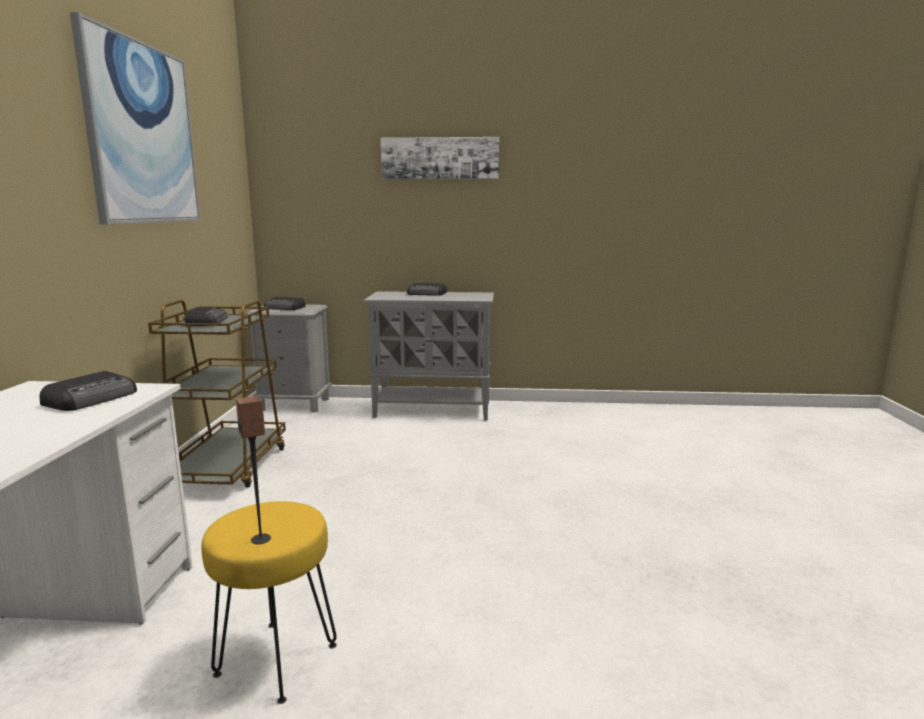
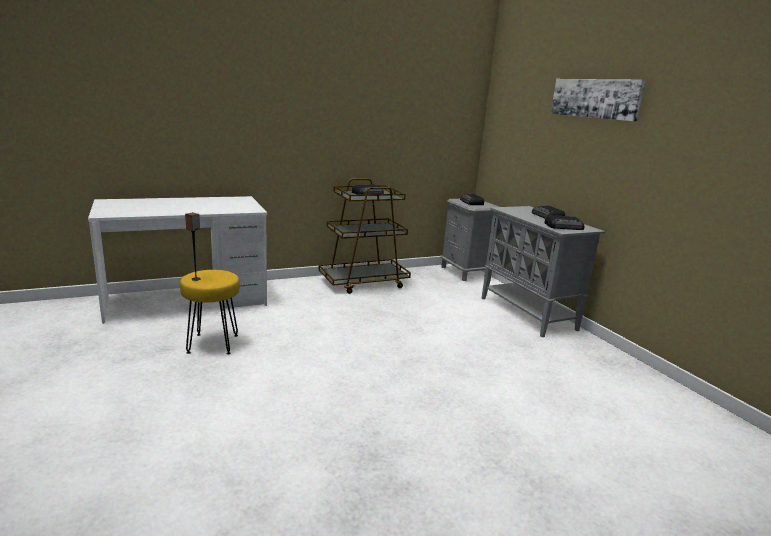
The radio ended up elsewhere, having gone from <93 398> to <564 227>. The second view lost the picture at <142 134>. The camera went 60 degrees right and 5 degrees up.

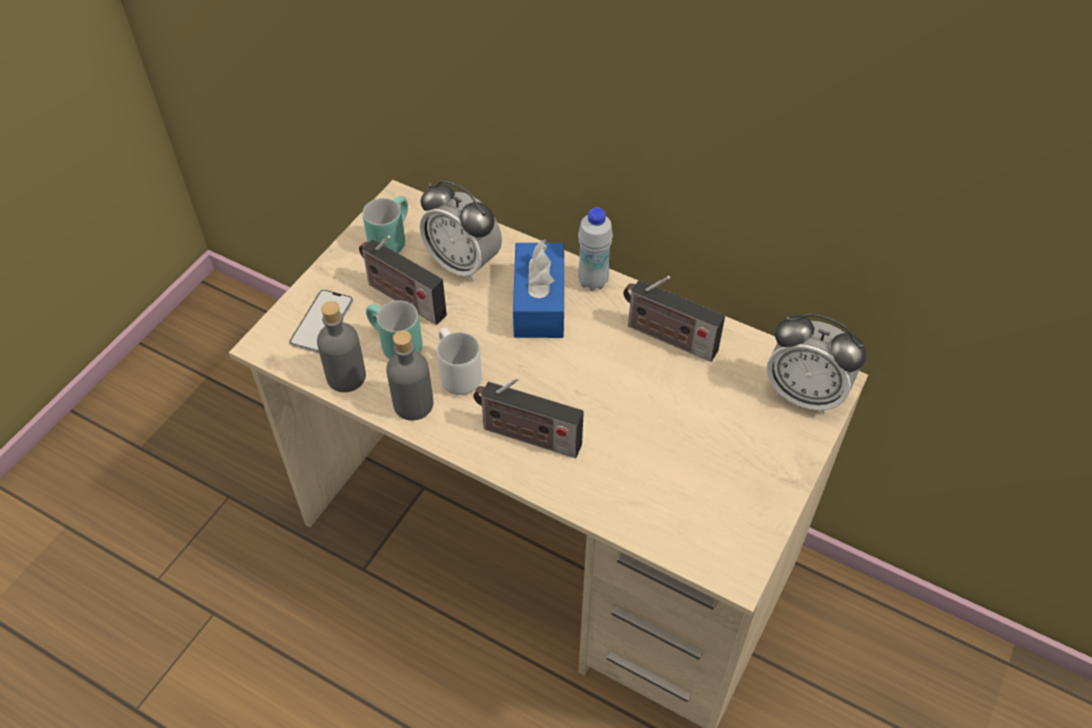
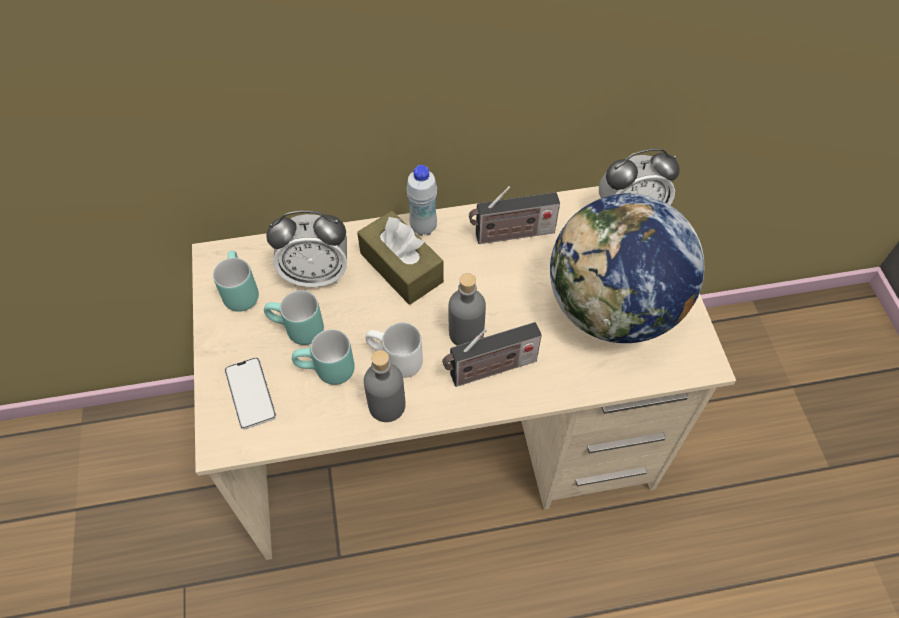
The bottle in grey ended up elsewhere, having gone from <346 376> to <466 333>. Where the radio stood at <402 298>, the mug in turquoise came to stand at <296 331>. What was the tissue box in blue at <539 303> turned into the tissue box in brown at <401 267>. The second view gained the globe at <613 310>. The camera went 40 degrees left and 5 degrees up.

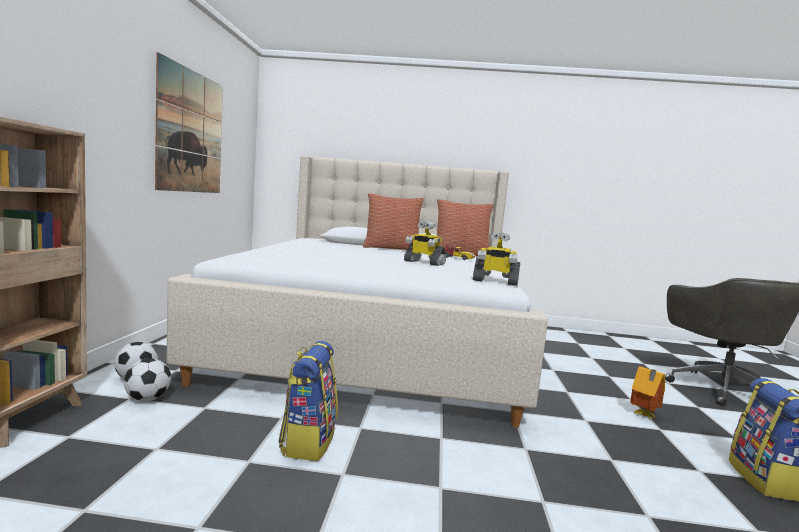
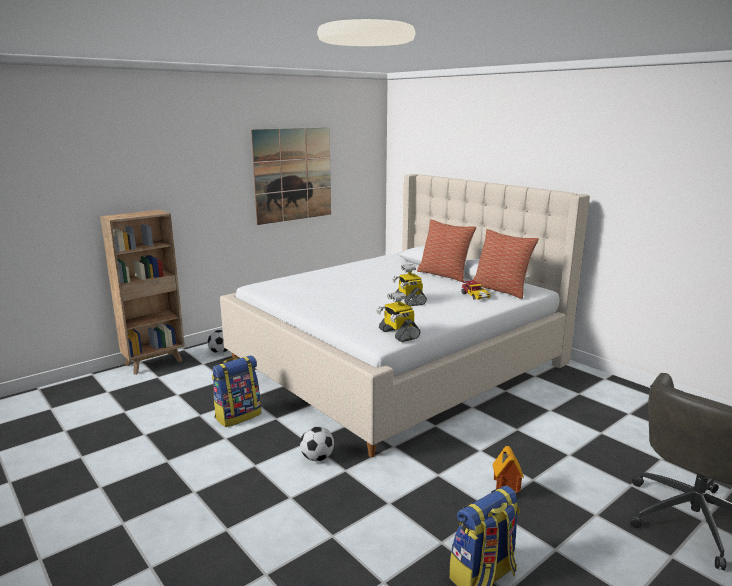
The football ended up elsewhere, having gone from <147 399> to <317 458>. The camera went 45 degrees right and 10 degrees up.

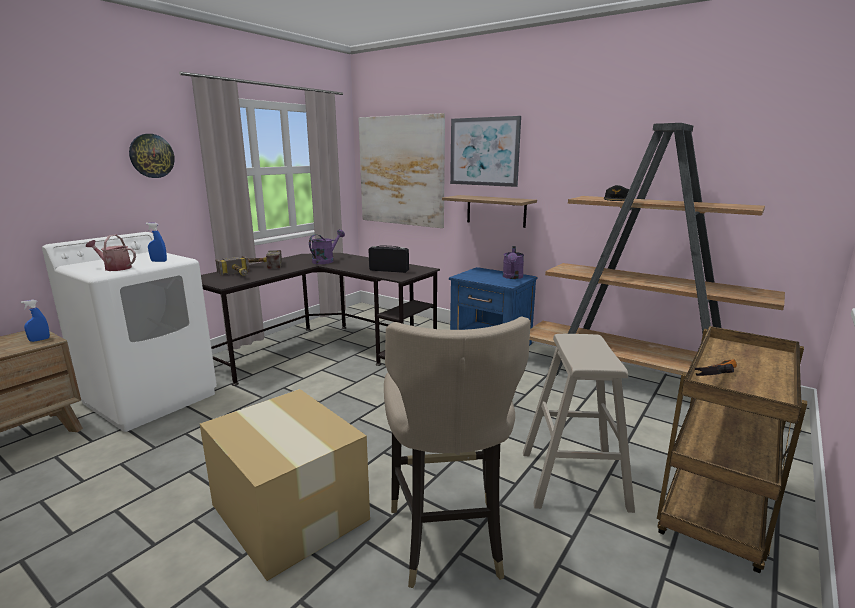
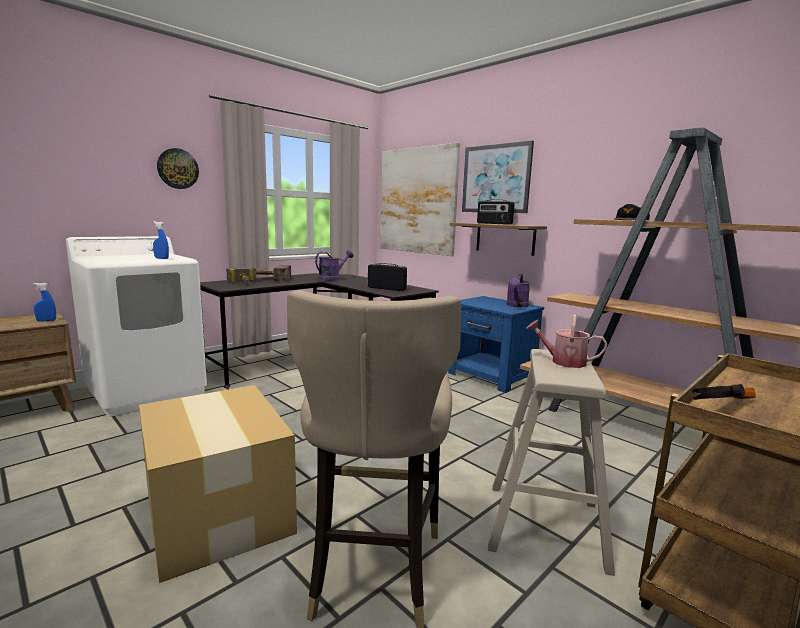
The watering can ended up elsewhere, having gone from <115 268> to <563 361>. The second view gained the radio at <494 223>. The camera went 10 degrees right and 5 degrees down.

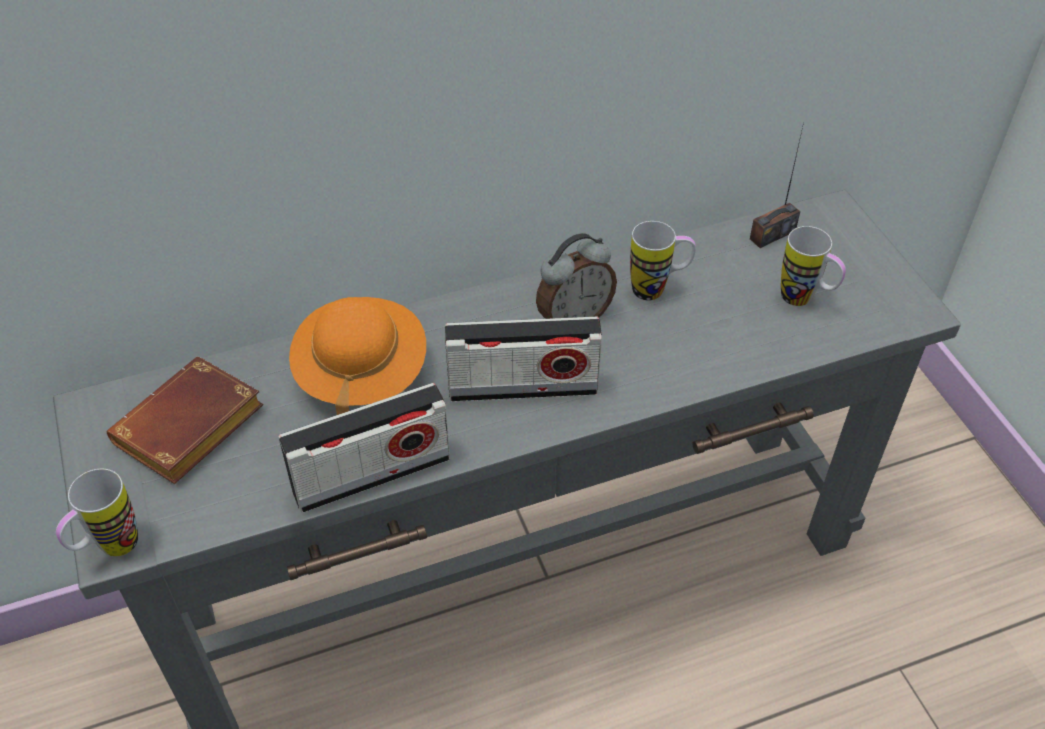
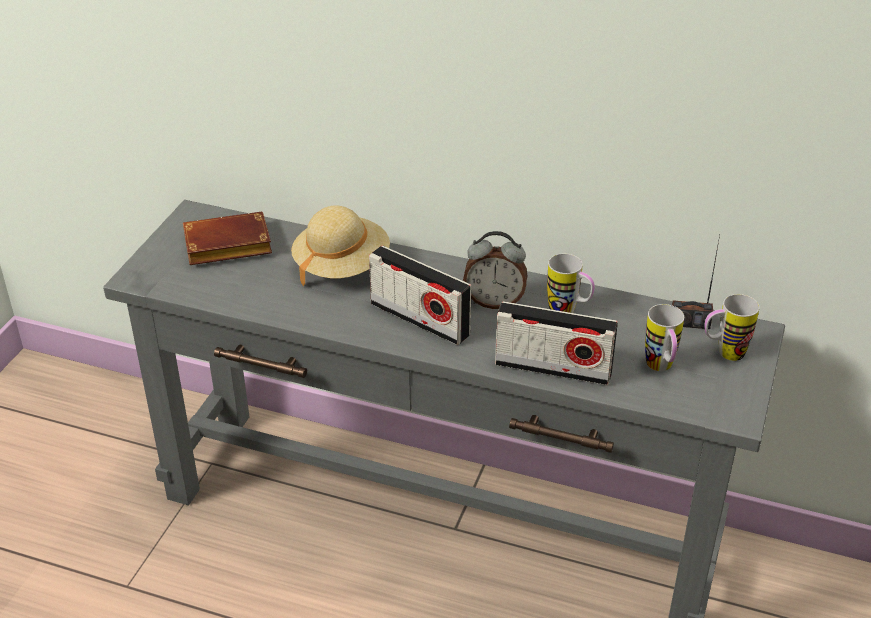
The mug ended up elsewhere, having gone from <109 550> to <723 354>. The radio ended up elsewhere, having gone from <372 475> to <553 368>. What was the hat in orange at <361 372> turned into the hat in beige at <341 266>. The camera went 40 degrees right and 10 degrees down.

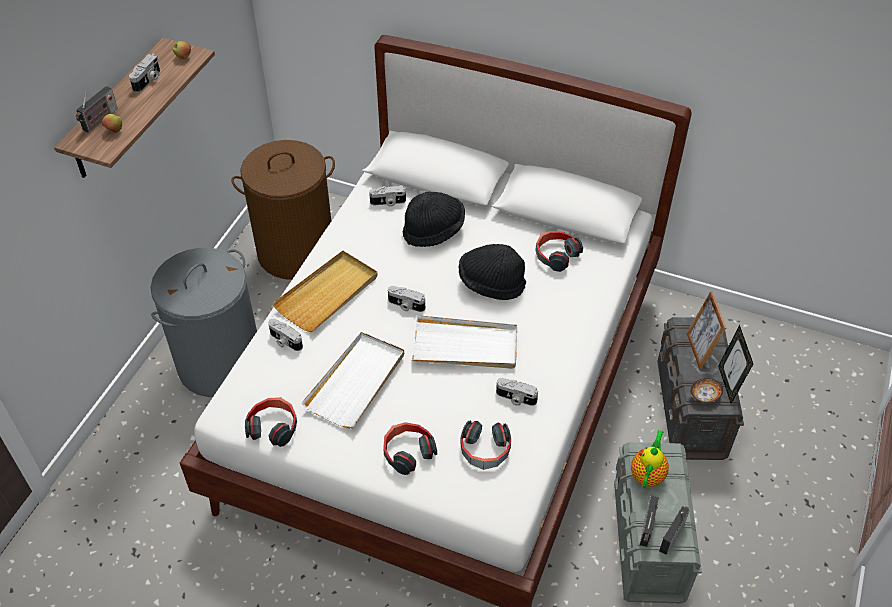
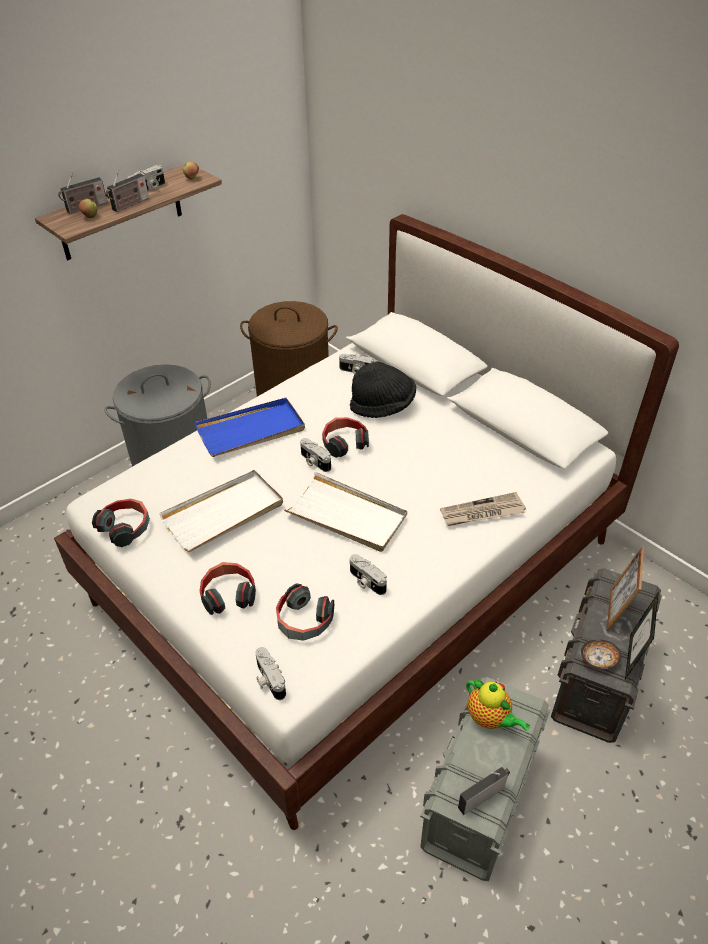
The photo camera ended up elsewhere, having gone from <284 341> to <269 680>. What was the tray in beige at <327 294> turned into the tray in blue at <251 430>. The second view lost the hat in black at <491 283>. The headphones ended up elsewhere, having gone from <556 255> to <344 443>. The teapot at <648 474> ended up facing another way, 90 degrees clockwise from before. The radio ended up elsewhere, having gone from <647 529> to <129 205>. The second view gained the newspaper at <482 512>. The camera went 25 degrees right and 5 degrees down.

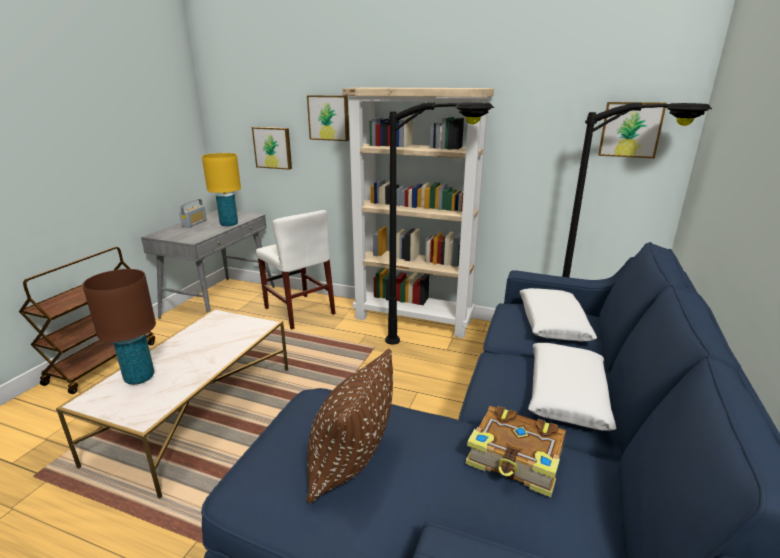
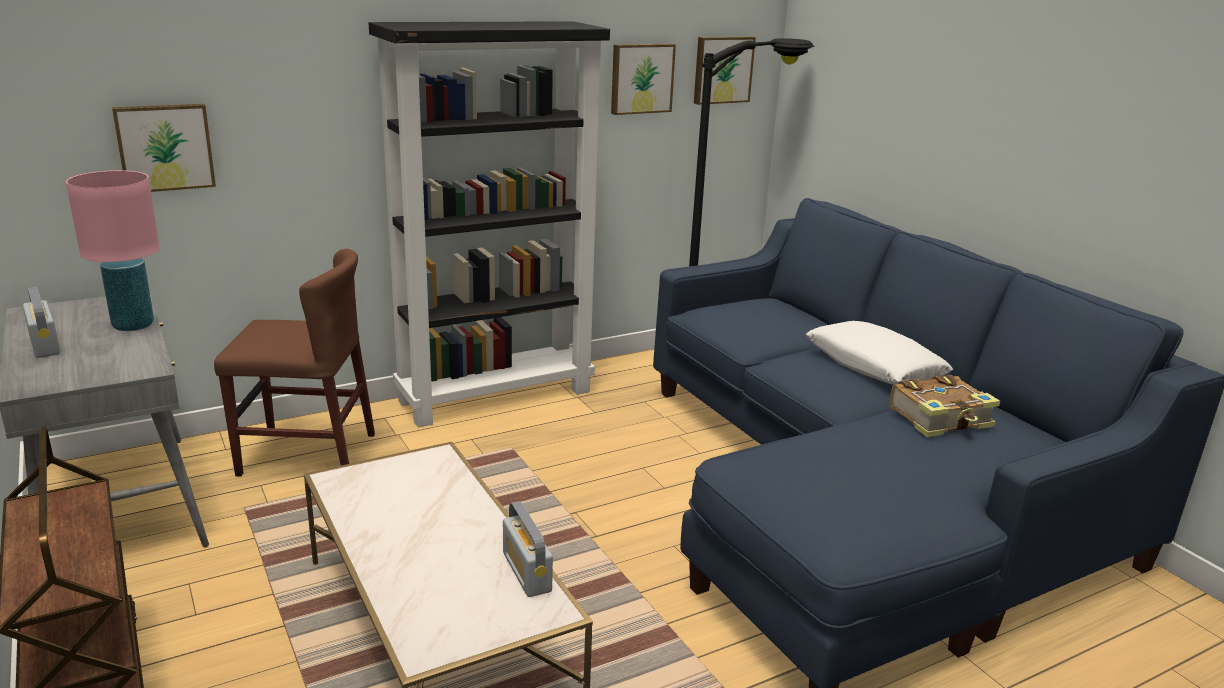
The second view lost the table lamp in brown at <139 378>. What was the table lamp in yellow at <229 224> turned into the table lamp in pink at <133 325>. What was the chair in white at <299 311> turned into the chair in brown at <307 454>. The second view lost the pillow in brown at <351 463>. The picture ended up elsewhere, having gone from <329 118> to <641 78>. What was the bookcase in beige at <414 319> turned into the bookcase in black at <496 395>. The second view lost the floor lamp in black at <438 348>. The second view lost the pillow in white at <552 323>. The second view gained the radio at <527 572>. The camera went 50 degrees left and 0 degrees up.

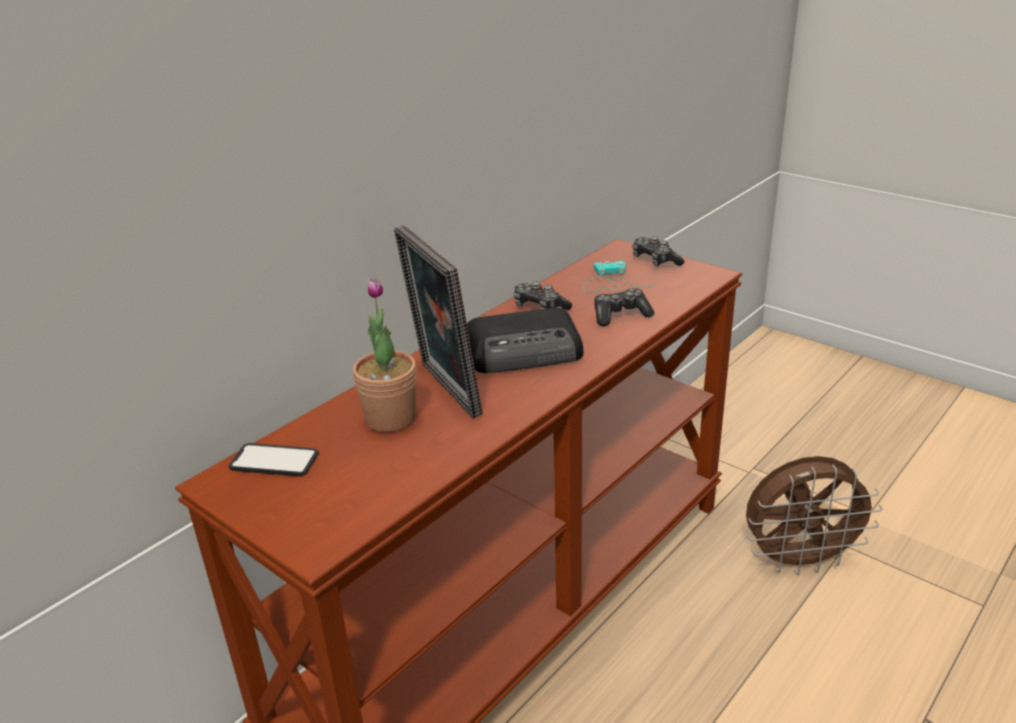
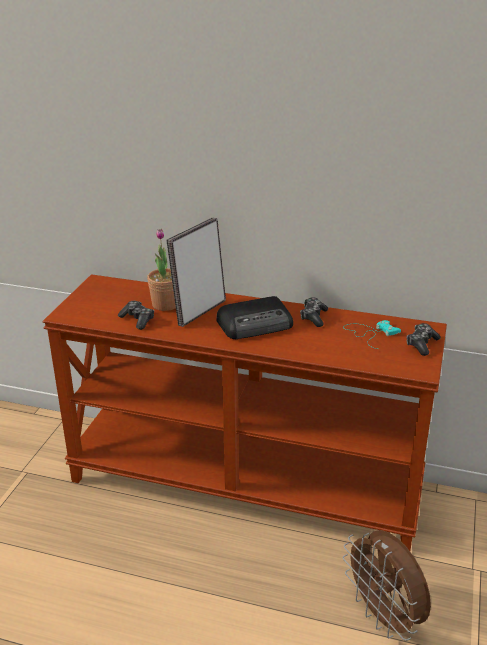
The second view lost the phone at <274 461>. The radio at <525 351> ended up facing another way, 75 degrees counterclockwise from before. The game controller ended up elsewhere, having gone from <620 315> to <137 320>. The camera went 65 degrees right and 0 degrees up.

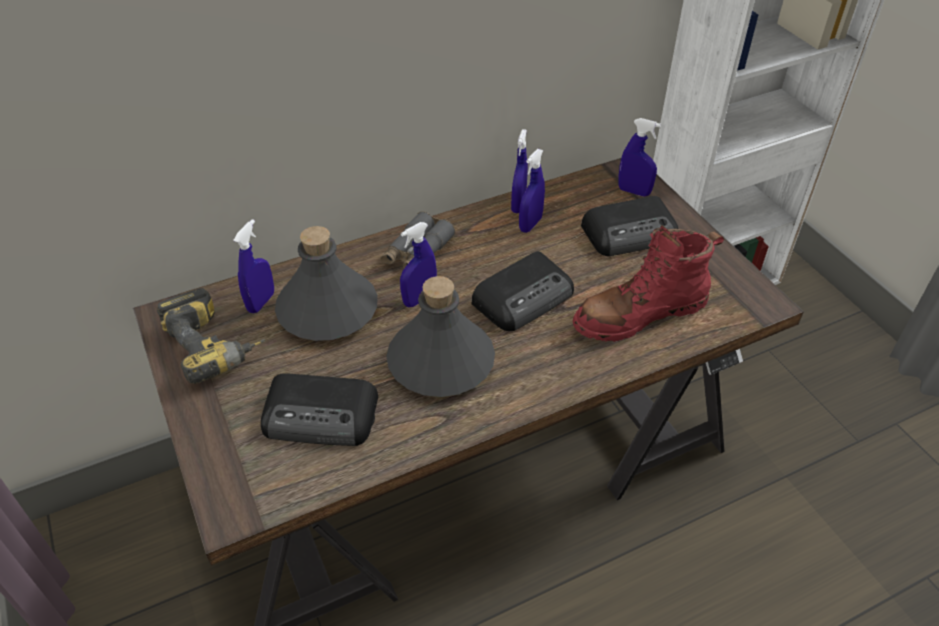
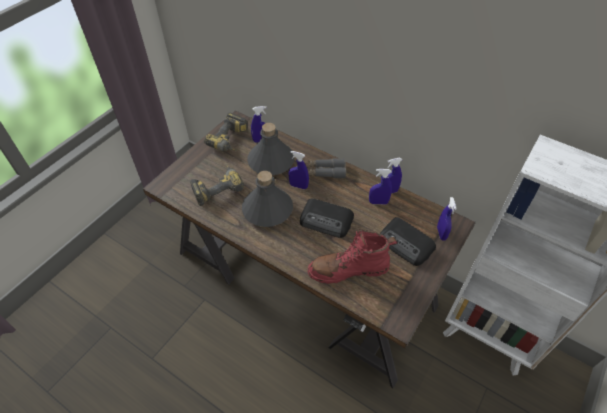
Where the radio stood at <322 416>, the power drill came to stand at <217 187>. The boot in red at <639 314> ended up facing another way, 45 degrees counterclockwise from before. The camera went 60 degrees right and 5 degrees up.

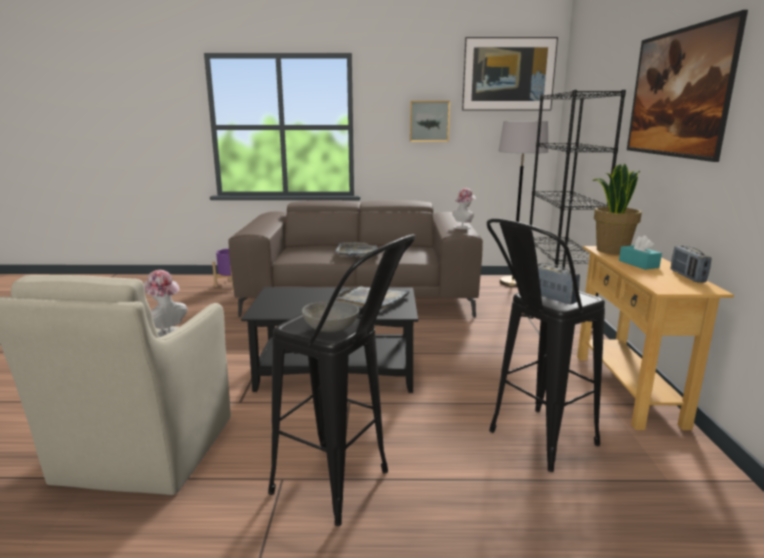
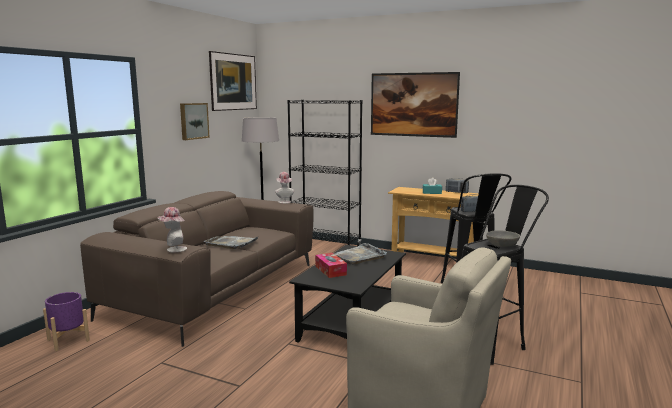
The hat ended up elsewhere, having gone from <166 333> to <174 249>. The second view lost the potted plant at <611 250>. The second view gained the tissue box at <330 270>. The camera went 65 degrees left and 5 degrees down.

